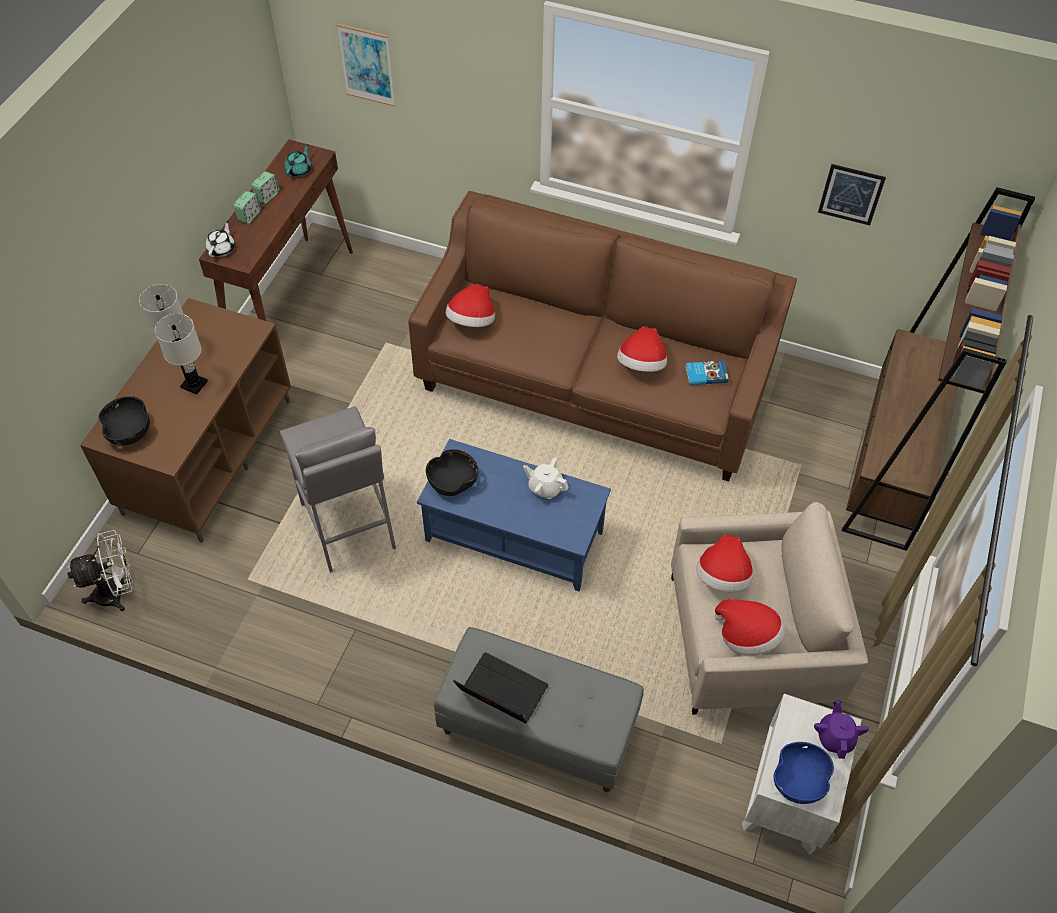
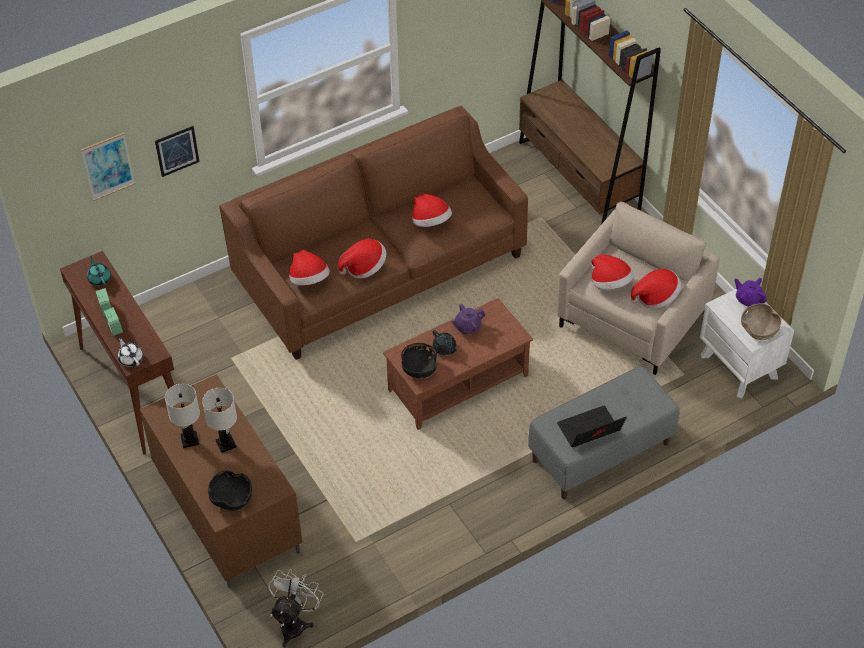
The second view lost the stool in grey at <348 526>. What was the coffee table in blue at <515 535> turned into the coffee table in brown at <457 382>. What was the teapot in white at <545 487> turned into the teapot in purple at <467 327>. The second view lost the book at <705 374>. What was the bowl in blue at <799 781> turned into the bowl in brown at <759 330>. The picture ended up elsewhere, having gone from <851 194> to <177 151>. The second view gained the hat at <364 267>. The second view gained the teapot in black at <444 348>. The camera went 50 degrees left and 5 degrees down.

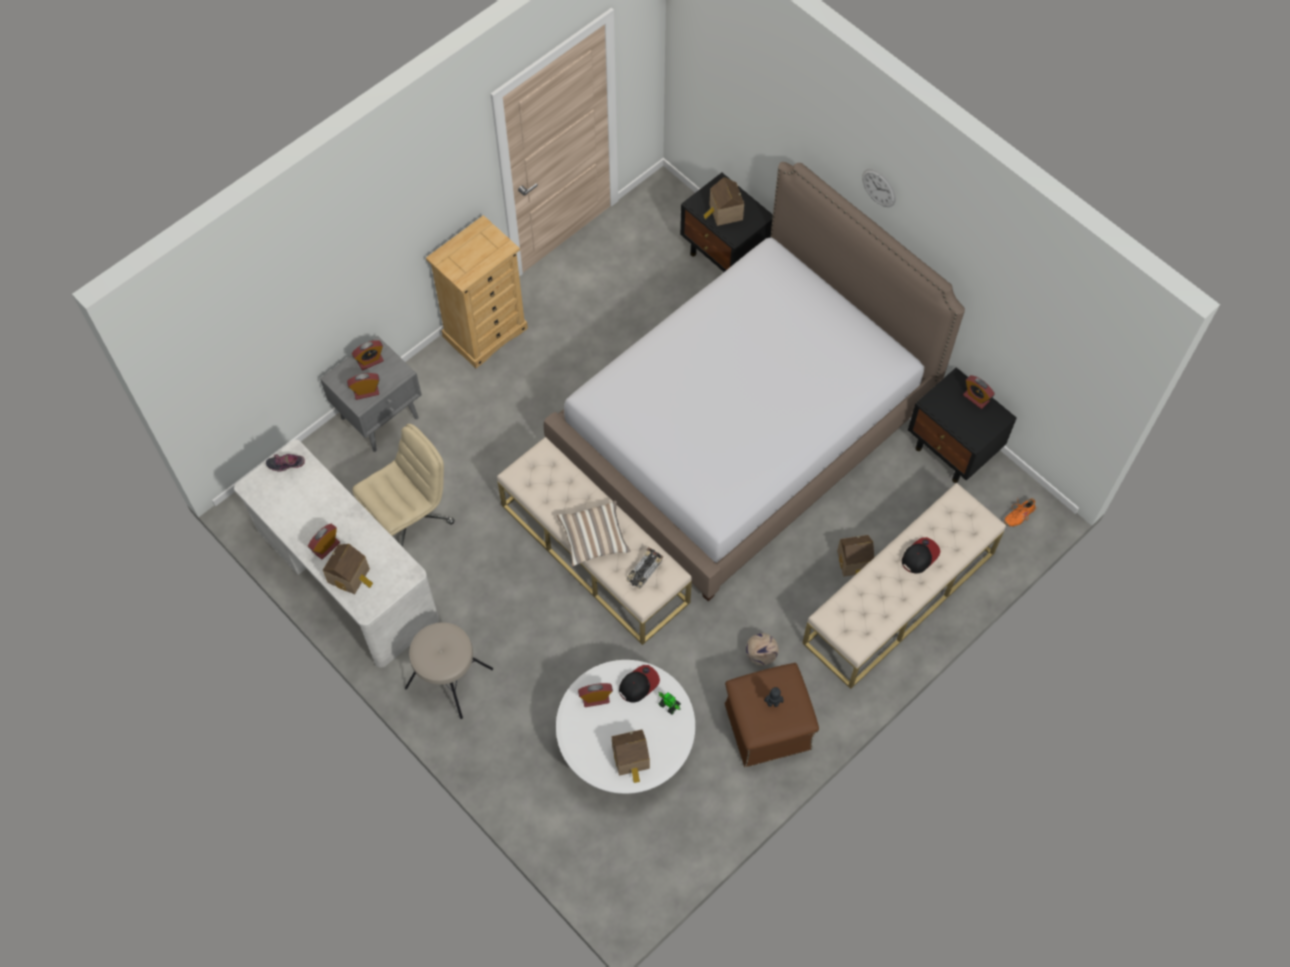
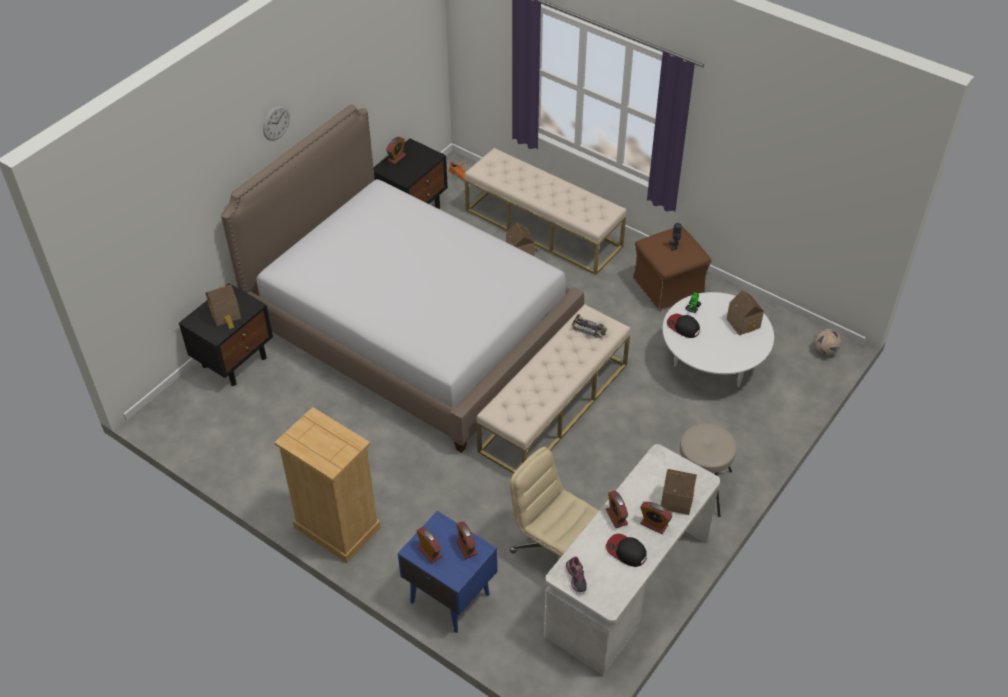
What was the nightstand in grey at <381 417> turned into the nightstand in blue at <449 596>. The second view lost the pillow at <594 538>. The alarm clock ended up elsewhere, having gone from <596 698> to <616 517>. The football ended up elsewhere, having gone from <760 655> to <825 351>. The cap ended up elsewhere, having gone from <920 556> to <626 551>. The camera went 100 degrees left and 15 degrees down.

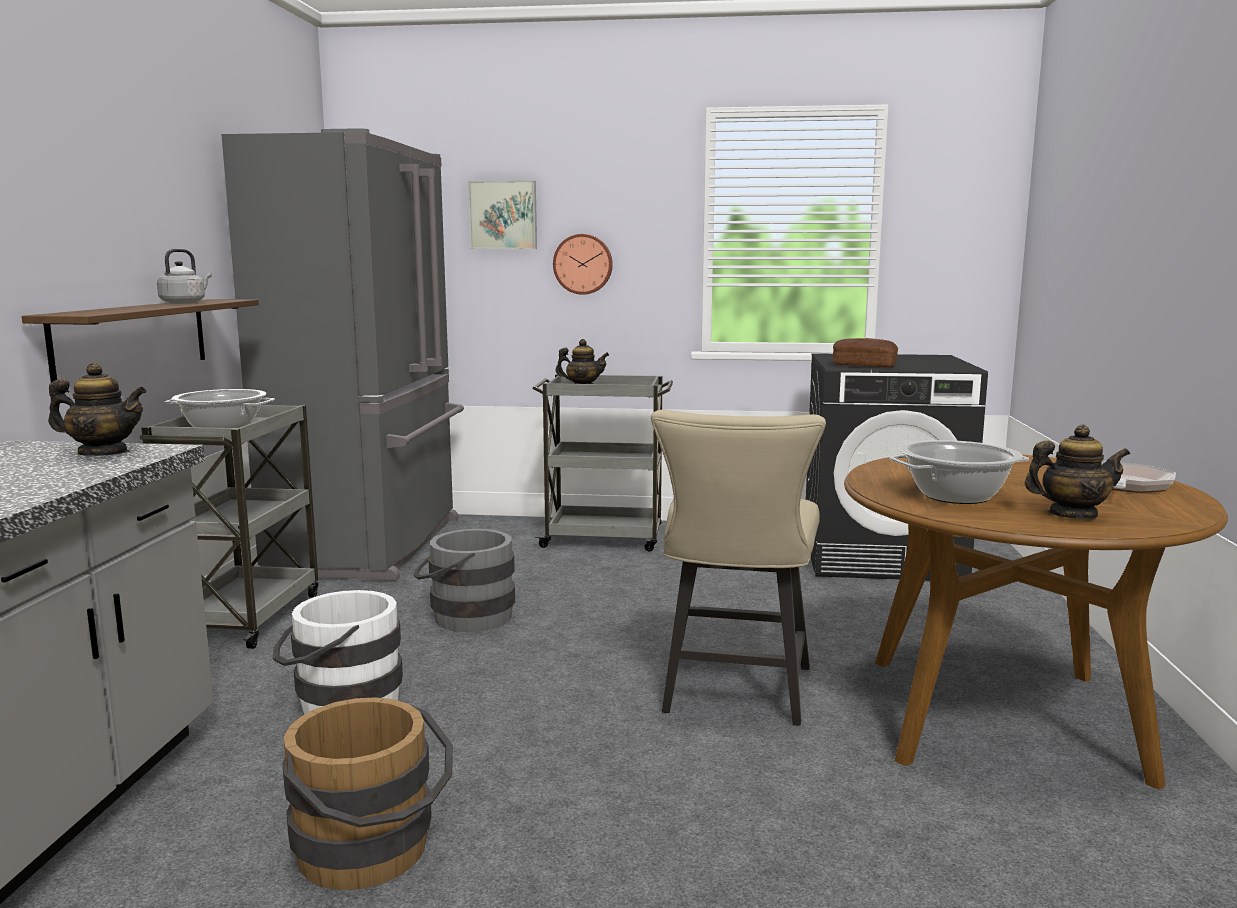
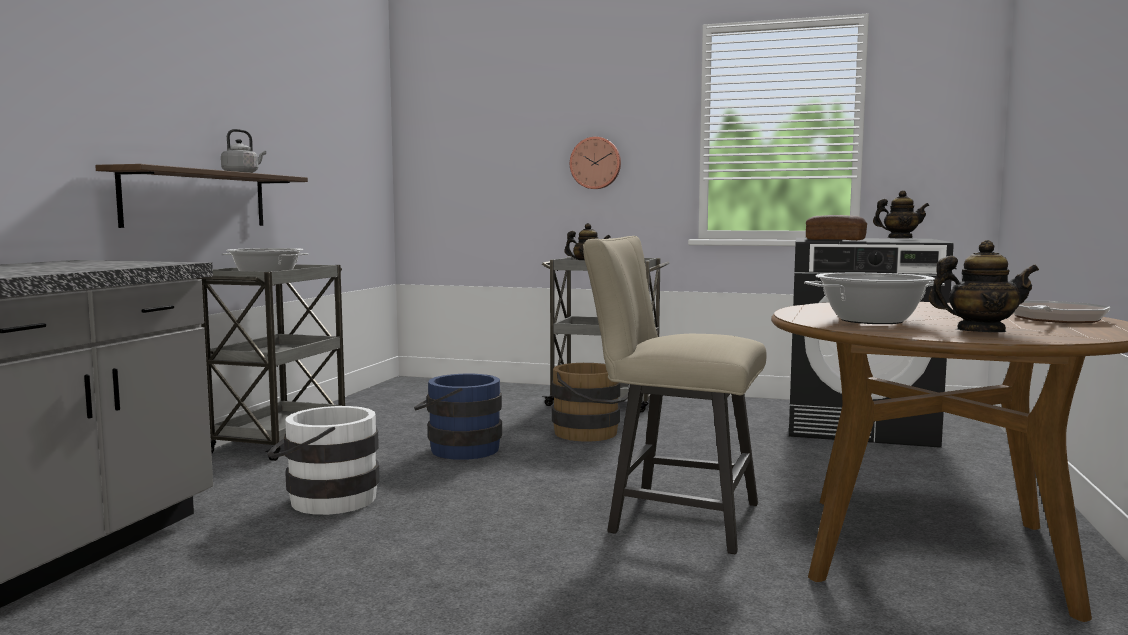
The teapot ended up elsewhere, having gone from <103 453> to <899 238>. The second view lost the fridge in grey at <373 545>. The bucket in brown ended up elsewhere, having gone from <371 854> to <590 434>. What was the bucket in grey at <465 617> turned into the bucket in blue at <458 449>. The second view lost the picture at <503 215>. The chair in beige at <734 694> ended up facing another way, 90 degrees clockwise from before. The camera went 10 degrees right and 5 degrees down.

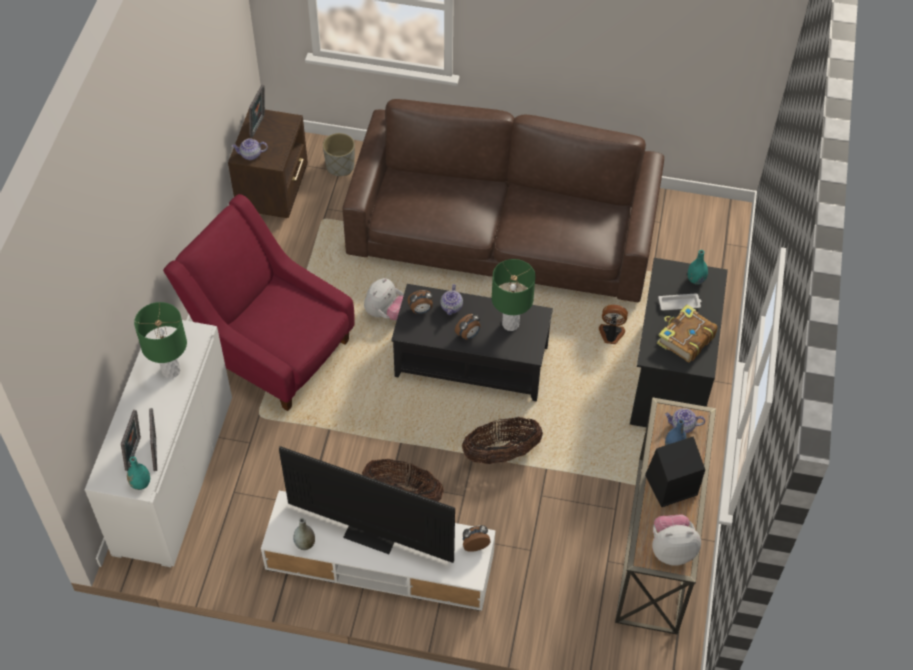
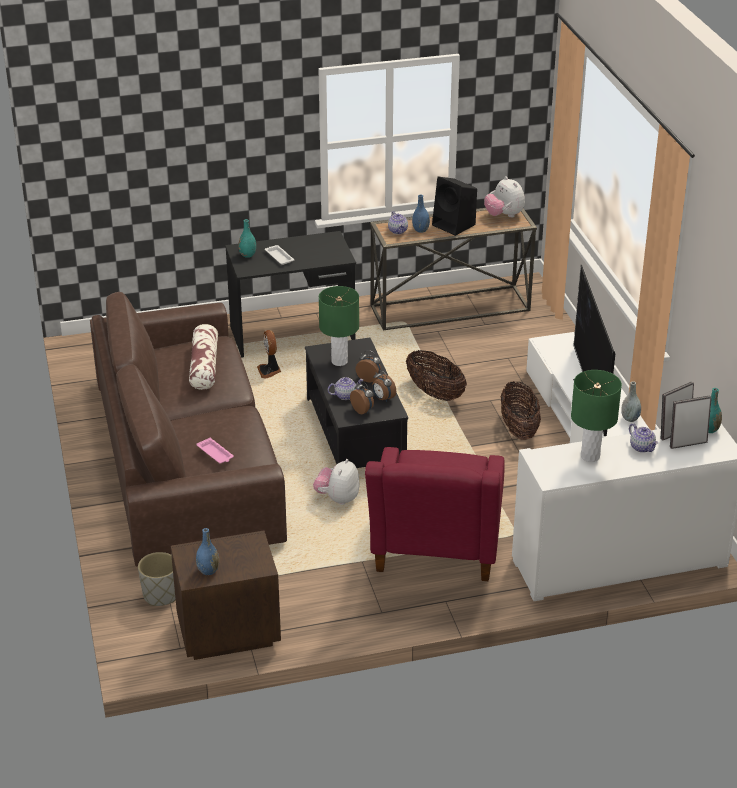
The teapot ended up elsewhere, having gone from <250 155> to <642 447>. Where the picture frame stood at <259 126>, the vase in blue came to stand at <208 571>. The plush toy at <385 312> ended up facing another way, 75 degrees counterclockwise from before. The alarm clock ended up elsewhere, having gone from <475 544> to <383 398>. The second view lost the book at <685 339>. The second view gained the pillow at <204 366>. The second view gained the tray in pink at <215 454>. The camera went 115 degrees left and 20 degrees down.

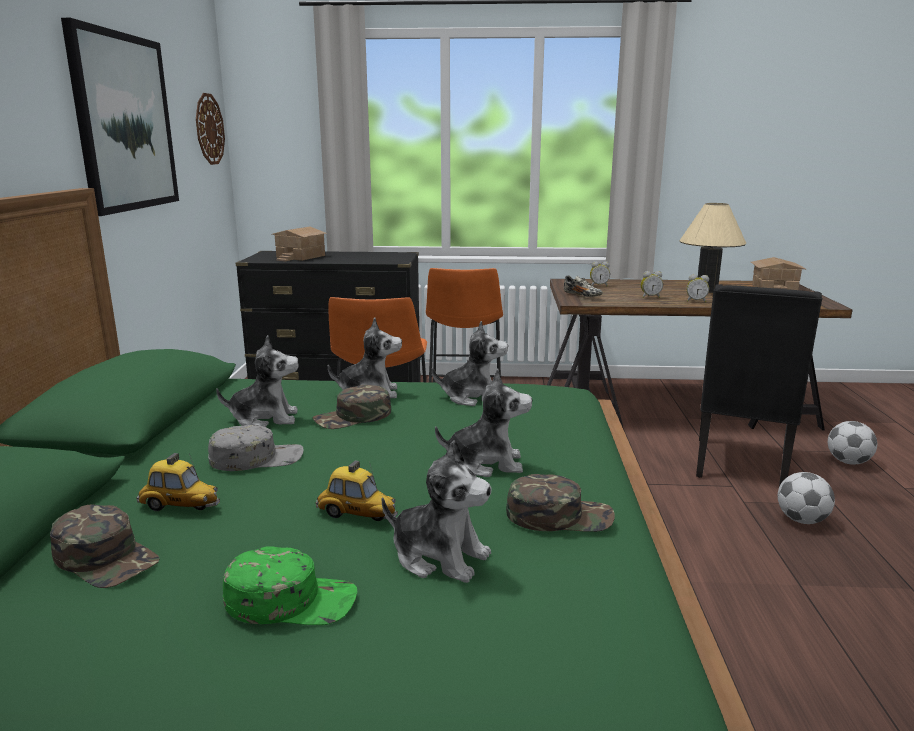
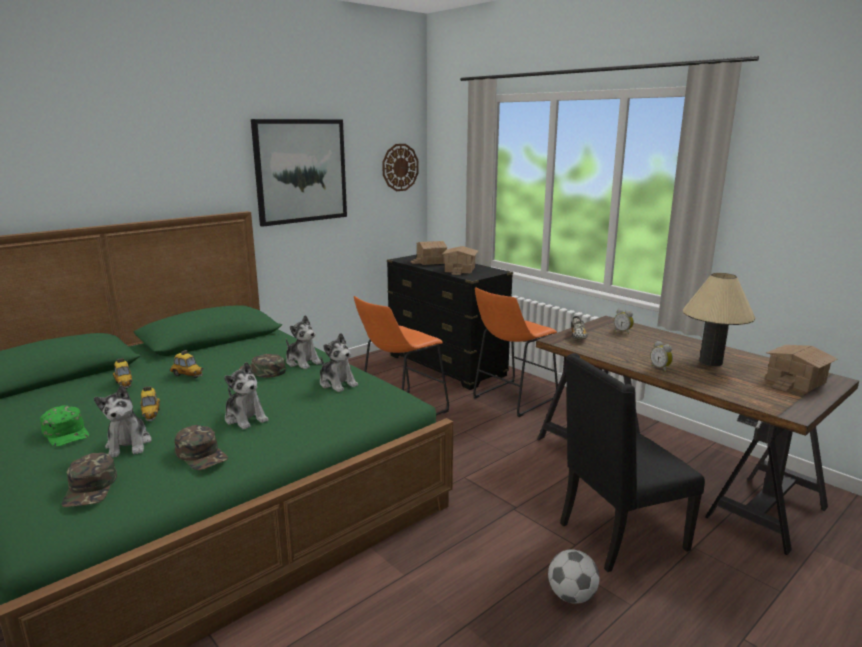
The cap in green ended up elsewhere, having gone from <107 557> to <91 488>. Where the cap in grey stood at <257 458>, the toy car came to stand at <187 375>. The second view lost the plush toy at <265 418>. The second view lost the alarm clock at <650 297>. The second view lost the football at <848 462>. The second view gained the toy house at <460 269>. The camera went 45 degrees right and 0 degrees up.

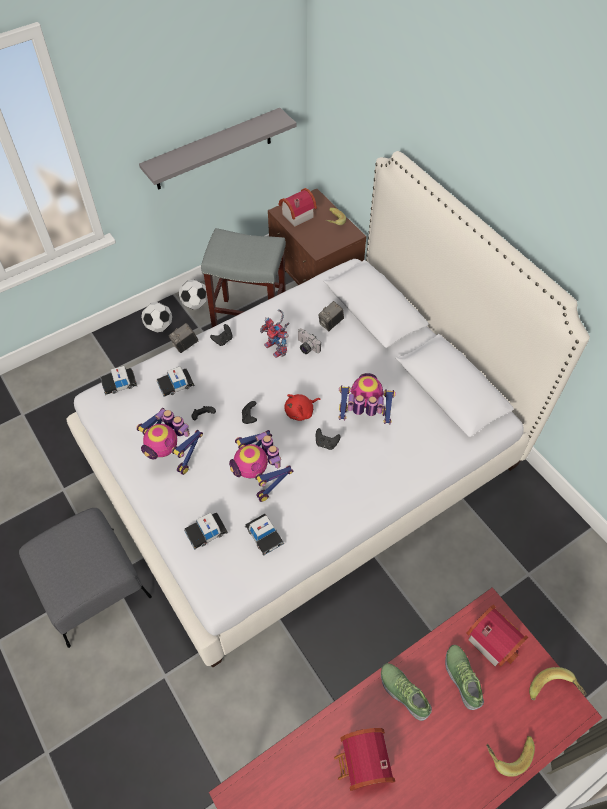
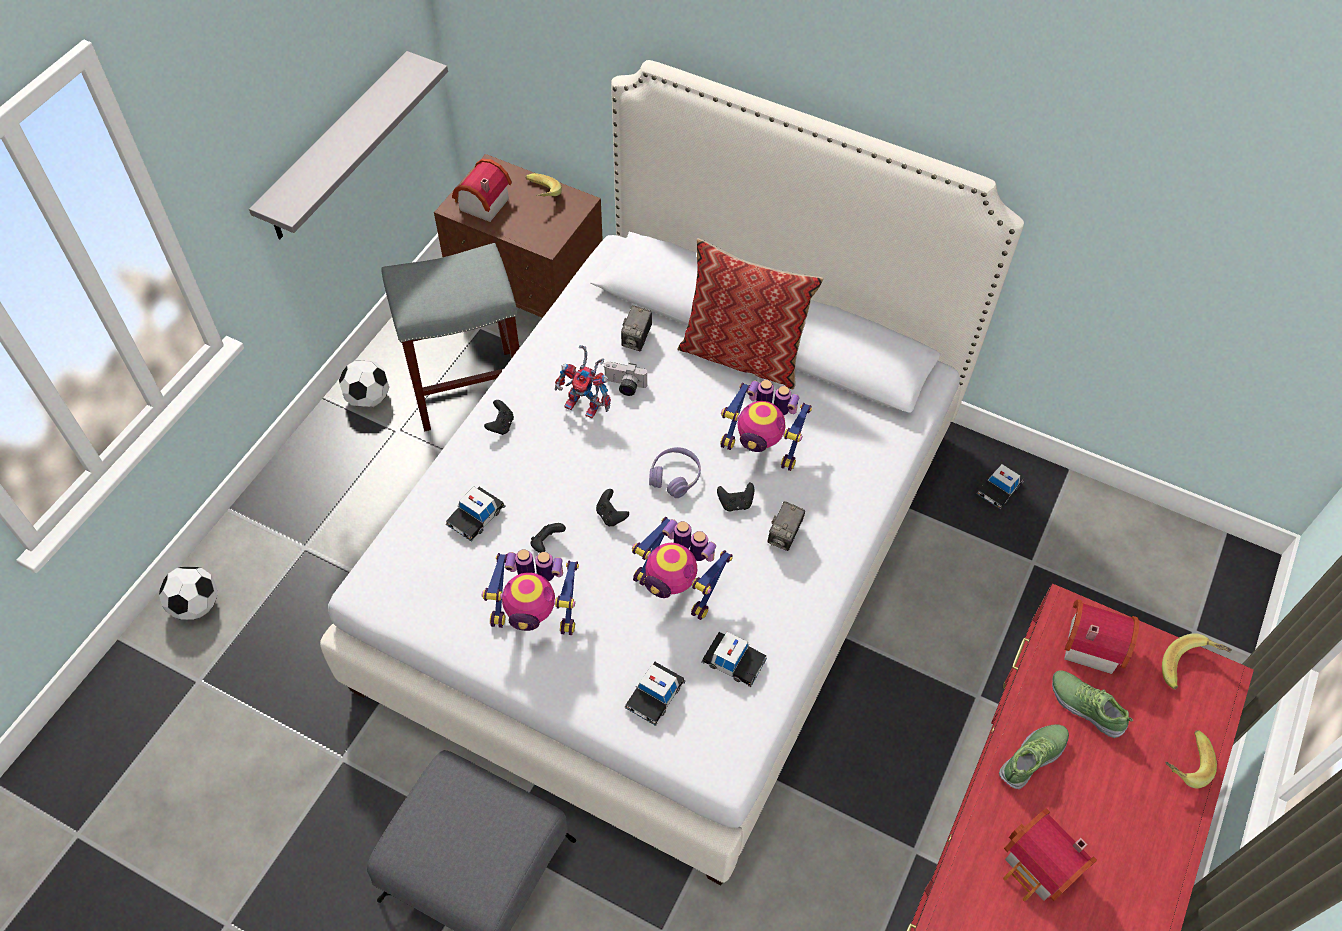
The toy car ended up elsewhere, having gone from <119 383> to <999 489>. The football ended up elsewhere, having gone from <159 326> to <196 605>. The photo camera ended up elsewhere, having gone from <185 345> to <784 536>. Where the plush toy in red stood at <301 412>, the headphones in purple came to stand at <675 477>. The toy robot at <363 418> ended up facing another way, 135 degrees counterclockwise from before. The shoe at <404 692> ended up facing another way, 120 degrees clockwise from before. The second view gained the pillow at <743 355>. The camera went 30 degrees left and 0 degrees up.

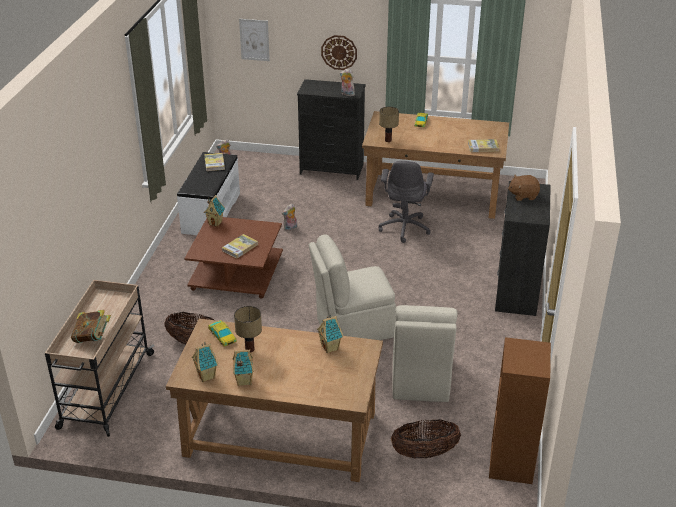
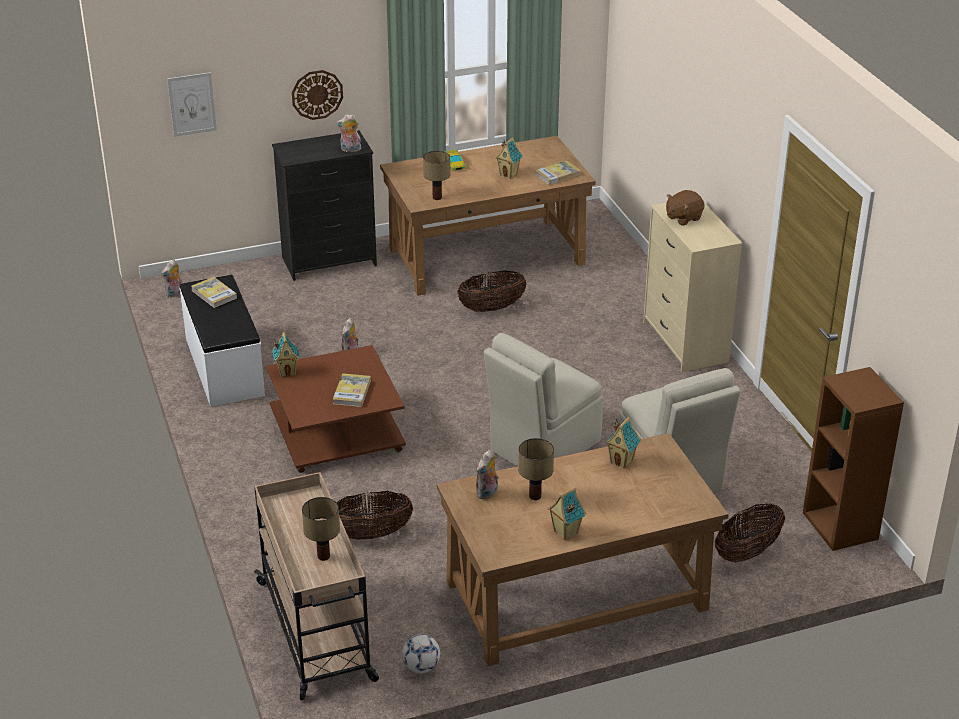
Where the book stood at <93 338>, the table lamp came to stand at <323 556>. The toy house ended up elsewhere, having gone from <207 376> to <509 174>. Where the toy car stood at <222 336>, the plush toy came to stand at <487 493>. Where the office chair in grey stood at <405 228>, the basket came to stand at <491 308>. What was the dresser in black at <516 292> turned into the dresser in beige at <684 342>. The second view gained the football at <421 667>. The camera went 30 degrees left and 0 degrees up.

